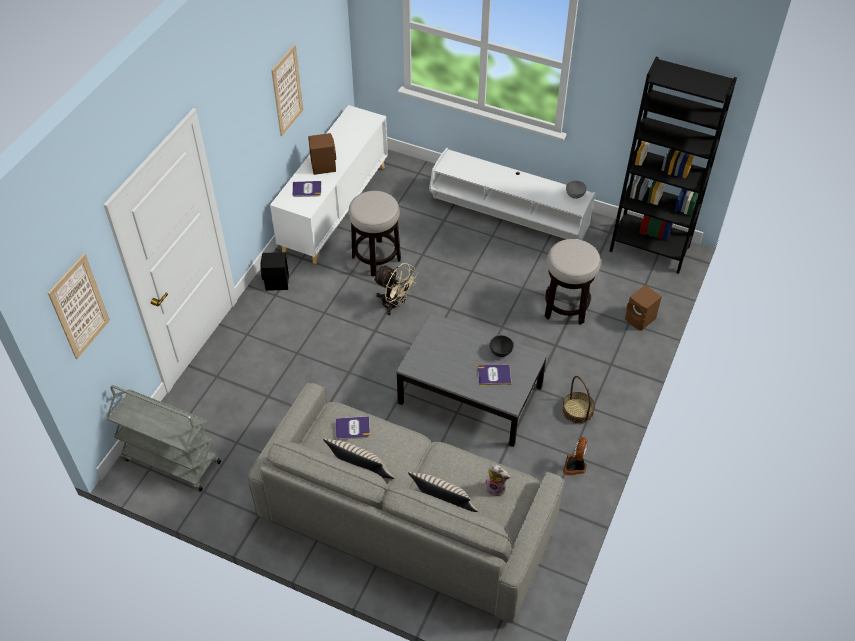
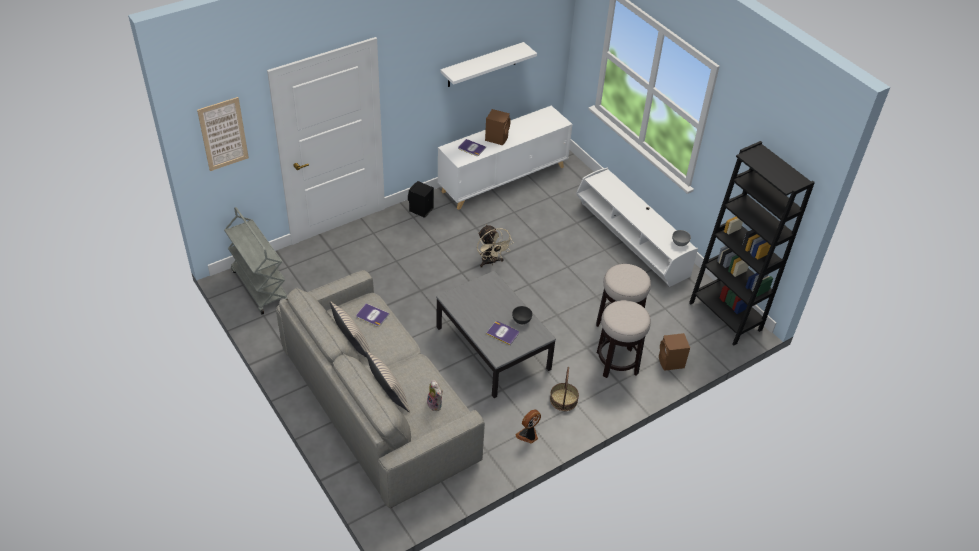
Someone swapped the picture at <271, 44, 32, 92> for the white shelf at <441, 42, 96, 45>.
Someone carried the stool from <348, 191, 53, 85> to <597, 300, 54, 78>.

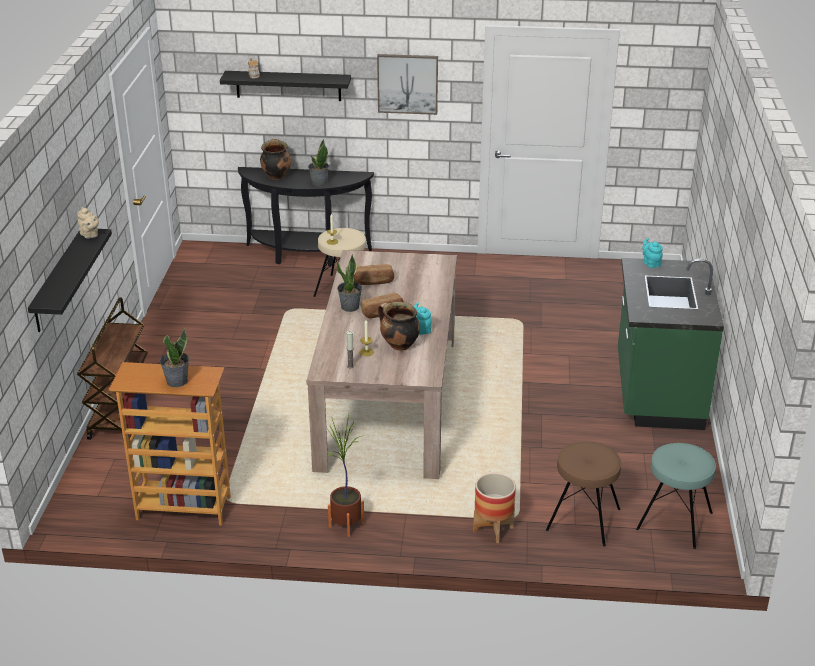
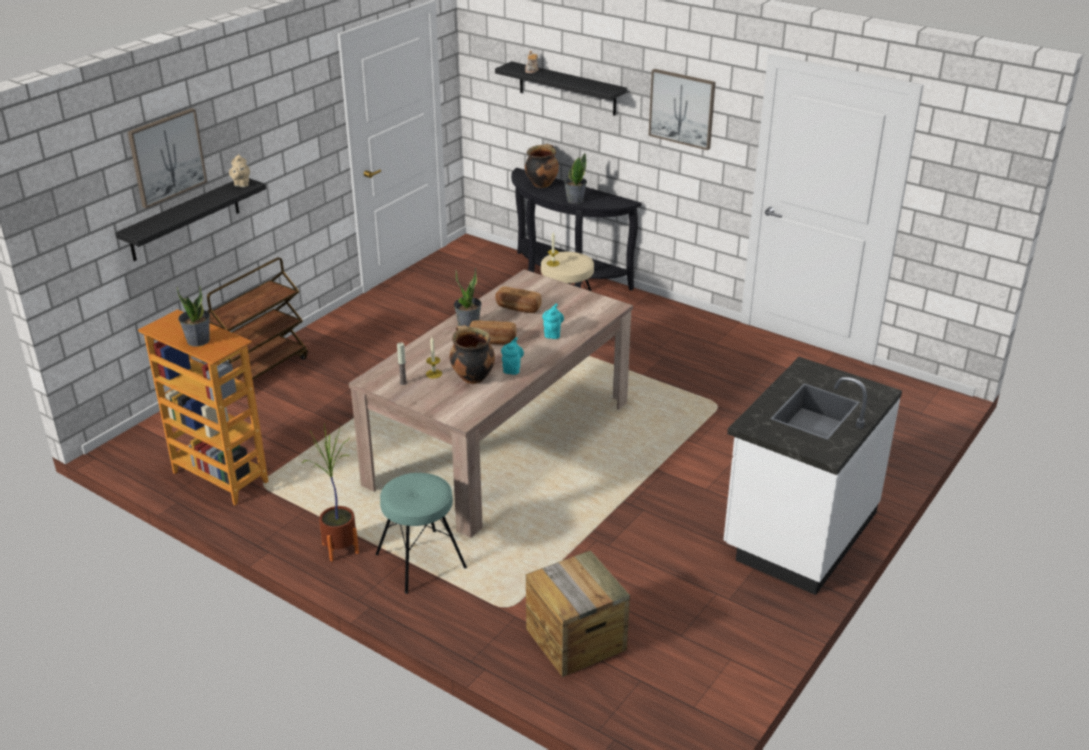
Someone took away the planter at <473, 473, 43, 70>.
Someone swapped the brown stool at <546, 441, 75, 106> for the crate at <526, 550, 104, 127>.
Someone repainted the green counter at <618, 258, 106, 172>, which became the white counter at <723, 357, 179, 238>.
Someone carried the turquoise stool from <636, 443, 80, 106> to <375, 473, 92, 121>.
Someone carried the turquoise teapot from <642, 238, 21, 30> to <542, 304, 22, 35>.
Someone put up the picture at <128, 108, 79, 100>.

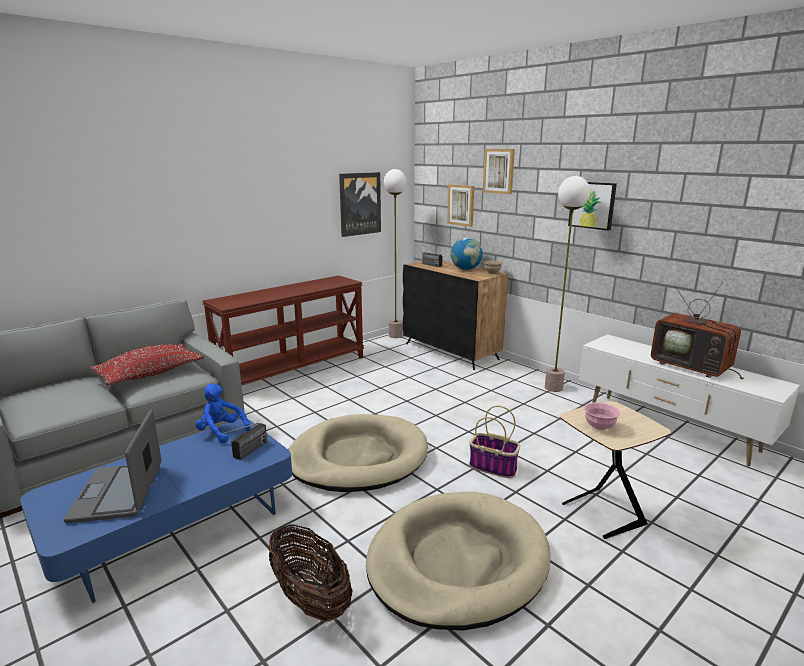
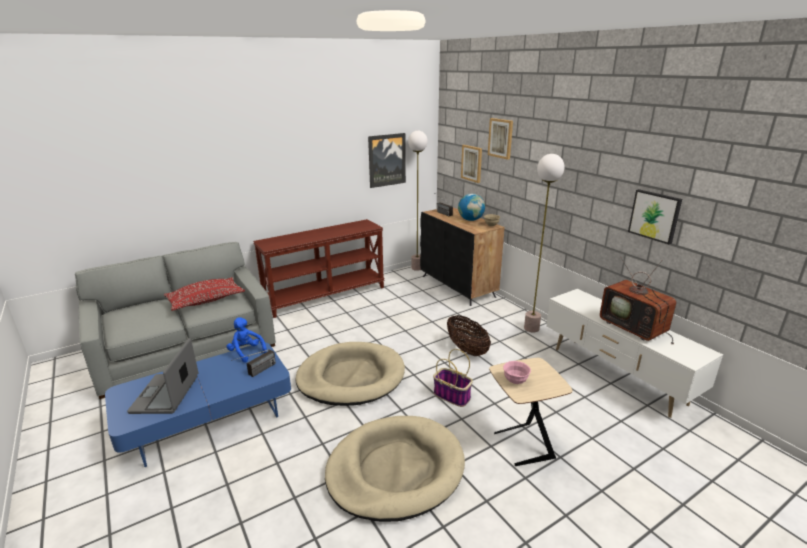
Someone carried the basket from <269, 524, 84, 98> to <447, 315, 44, 41>.
Someone carried the picture from <568, 182, 49, 49> to <628, 189, 54, 55>.

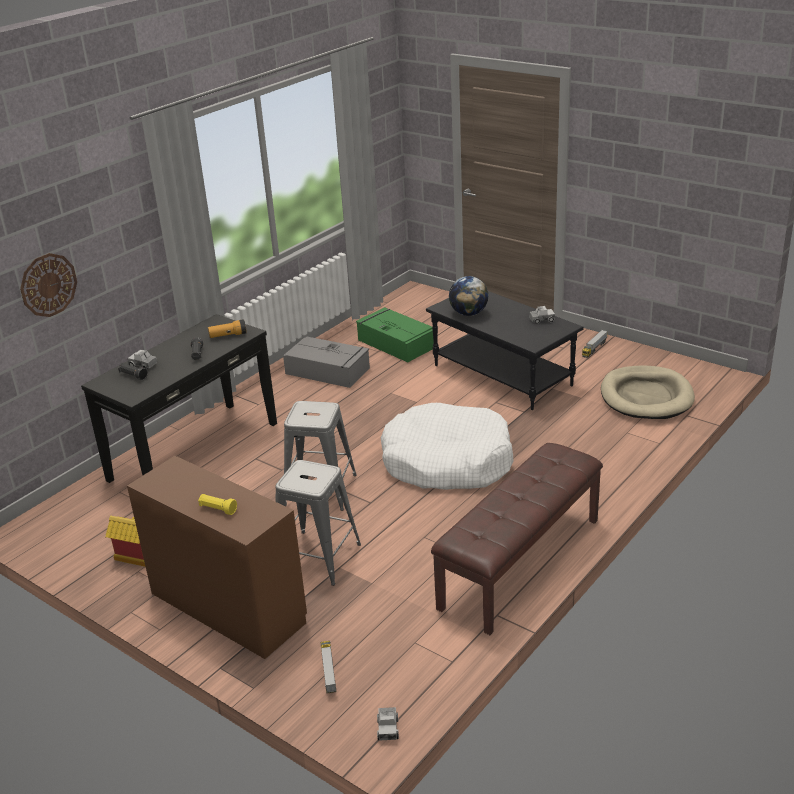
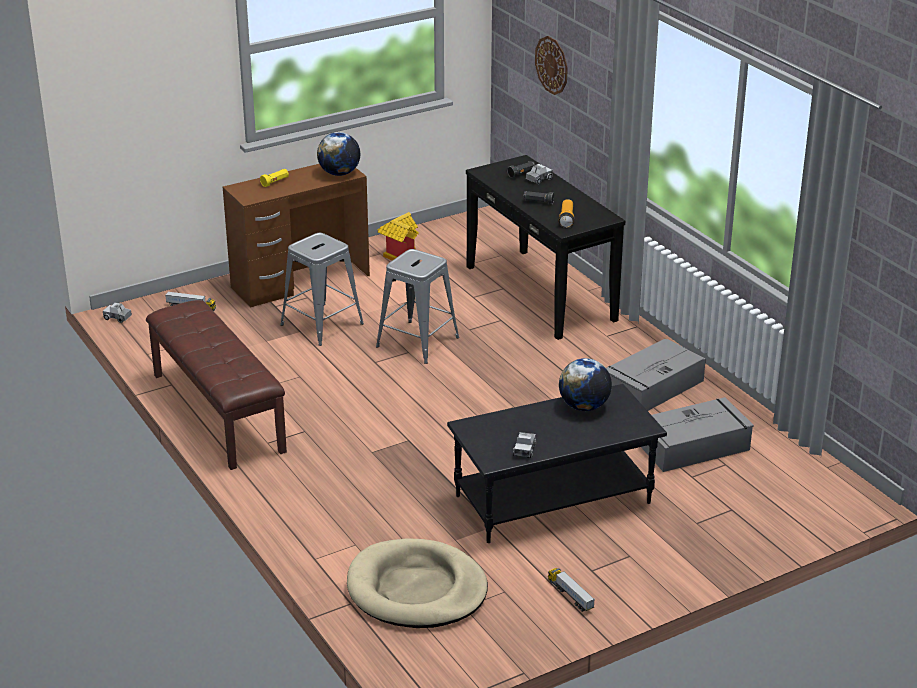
Someone repainted the green storage box at <356, 307, 78, 55>, which became the grey storage box at <641, 397, 113, 75>.
Someone took away the white dog bed at <381, 403, 132, 87>.
Someone put down the globe at <317, 132, 43, 44>.

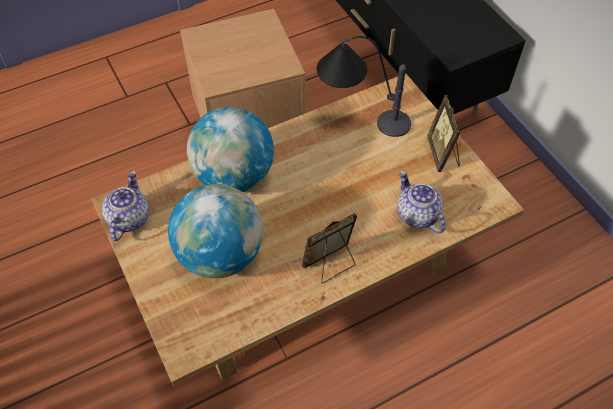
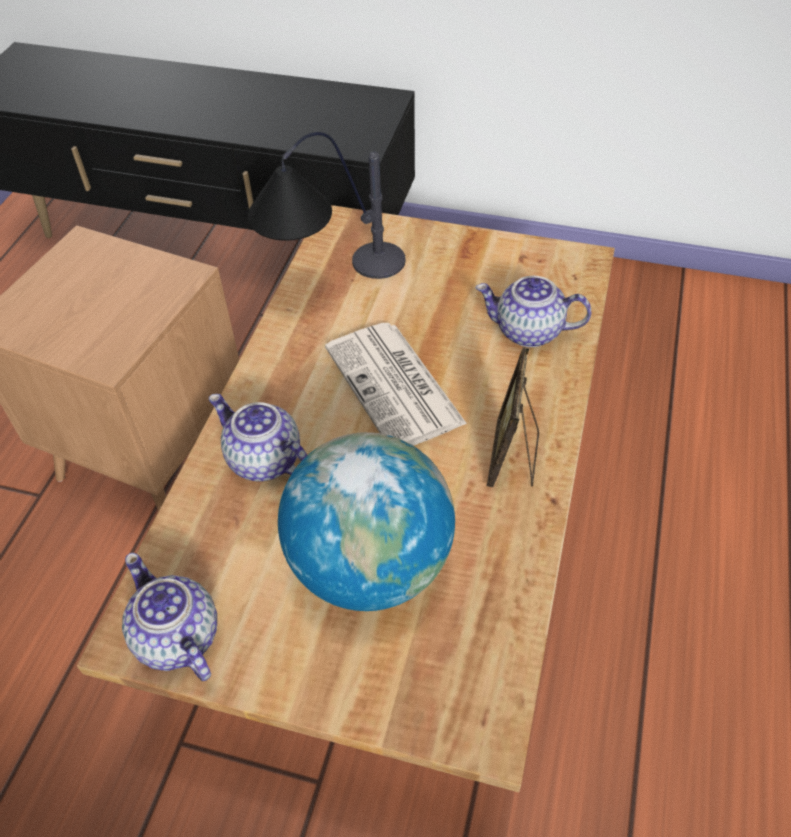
Someone swapped the globe at <187, 107, 87, 85> for the teapot at <209, 394, 98, 87>.
Someone took away the picture frame at <427, 95, 33, 77>.
Someone put down the newspaper at <325, 323, 142, 123>.

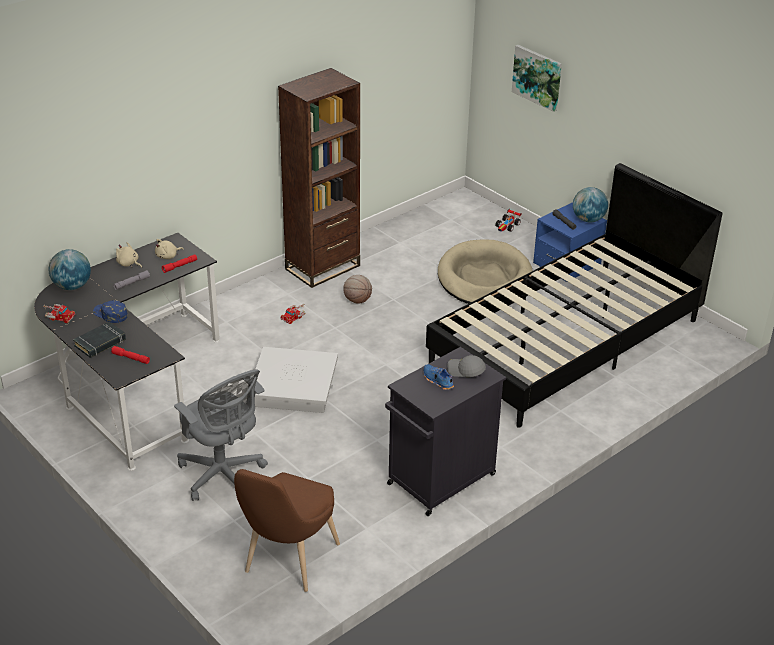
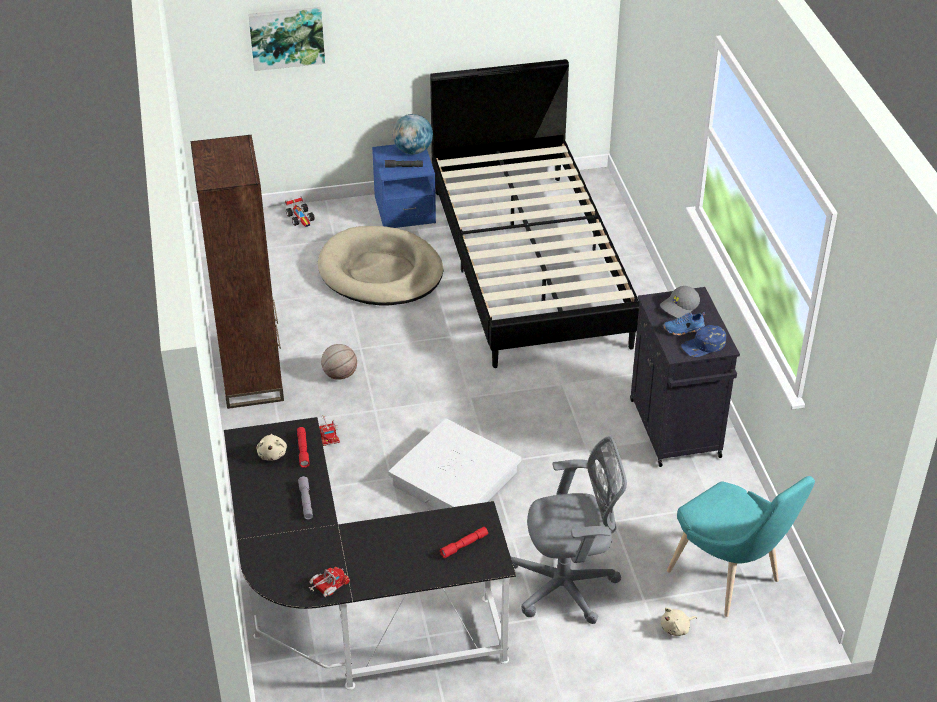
Someone took away the globe at <49, 249, 42, 41>.
Someone took away the black book at <73, 322, 53, 36>.
Someone carried the blue cap from <93, 300, 35, 23> to <681, 325, 45, 32>.
Someone carried the beige plush toy from <116, 242, 26, 26> to <661, 608, 36, 28>.
Someone repainted the brown chair at <234, 469, 106, 123>, which became the turquoise chair at <667, 476, 148, 141>.

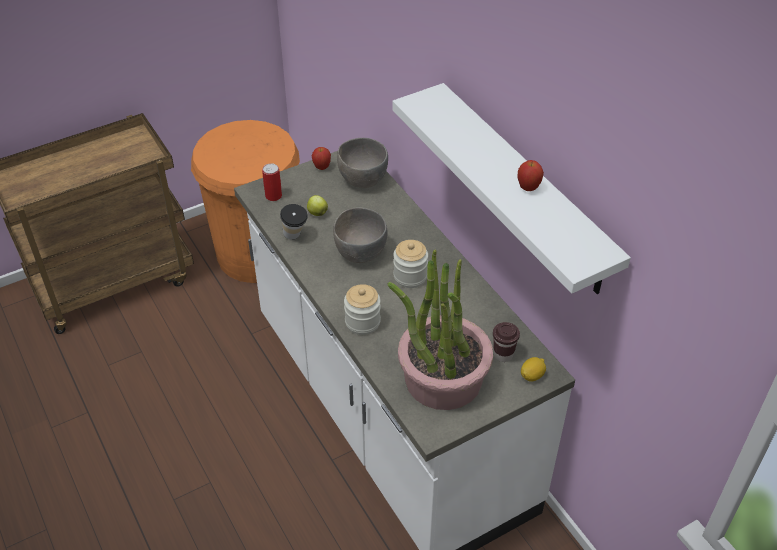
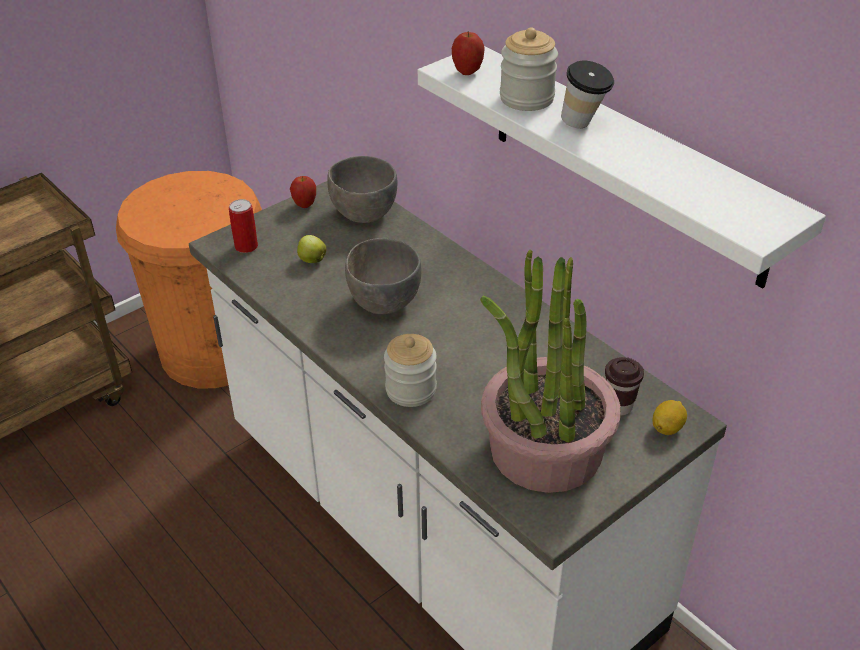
Someone carried the cup from <280, 204, 28, 36> to <561, 61, 53, 67>.
Someone carried the jar from <393, 240, 35, 48> to <500, 28, 58, 83>.
Someone carried the apple from <517, 160, 27, 31> to <452, 32, 33, 43>.

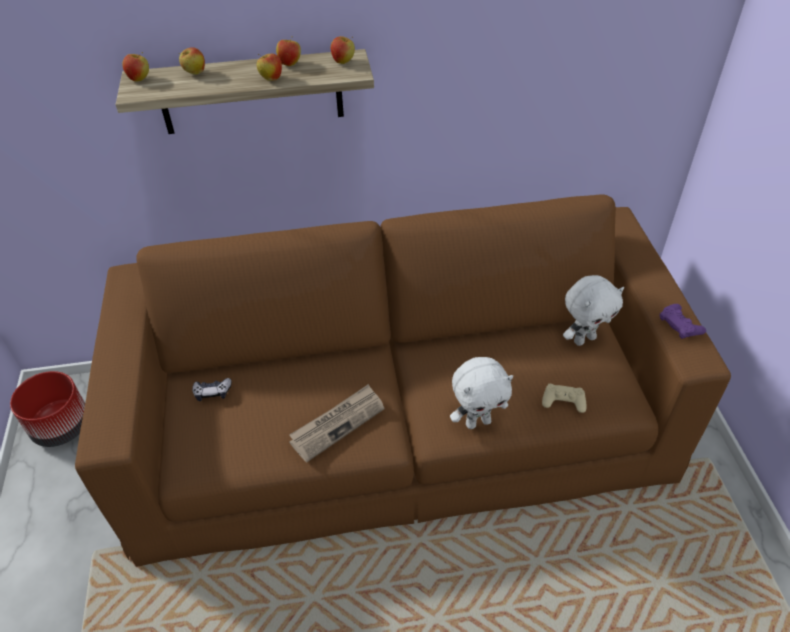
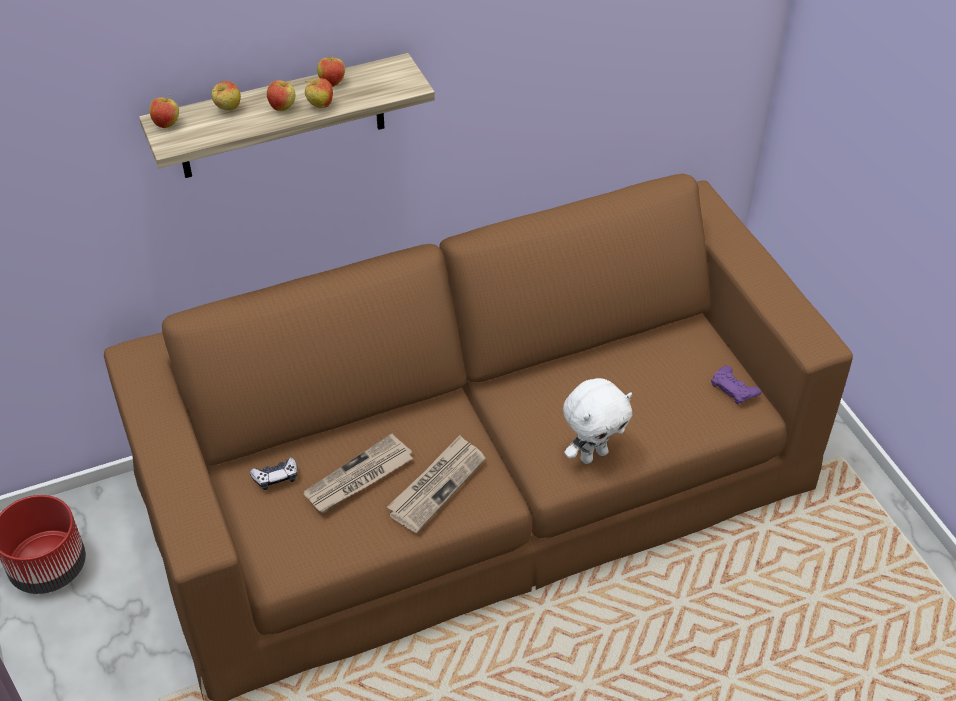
Someone carried the apple from <331, 36, 24, 28> to <267, 80, 28, 31>.
Someone took away the beige game controller at <542, 384, 45, 29>.
Someone took away the white plush toy at <563, 275, 61, 71>.
Someone carried the purple game controller from <660, 304, 46, 35> to <711, 366, 50, 38>.
Someone put down the newspaper at <303, 434, 110, 79>.

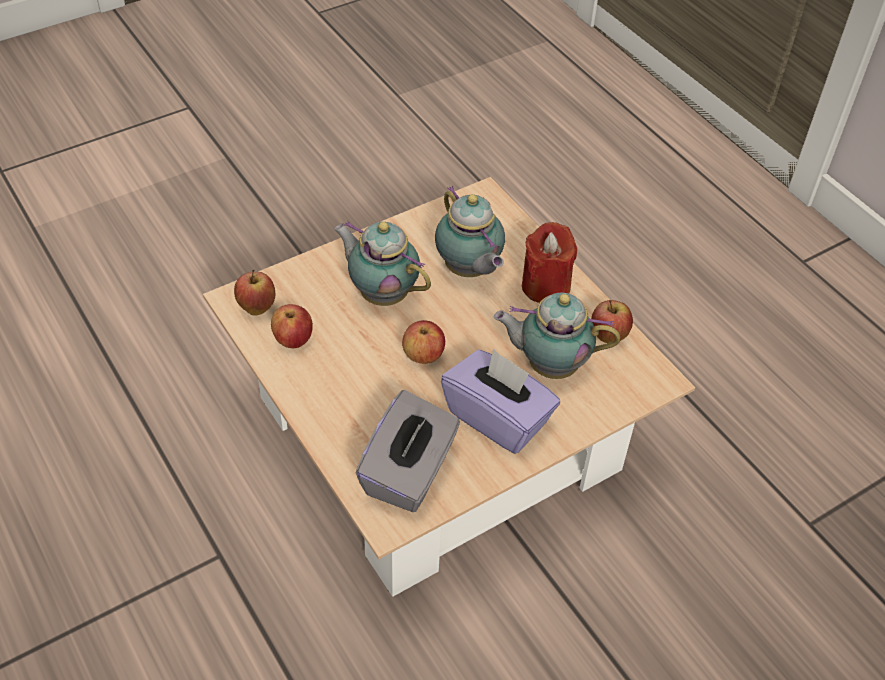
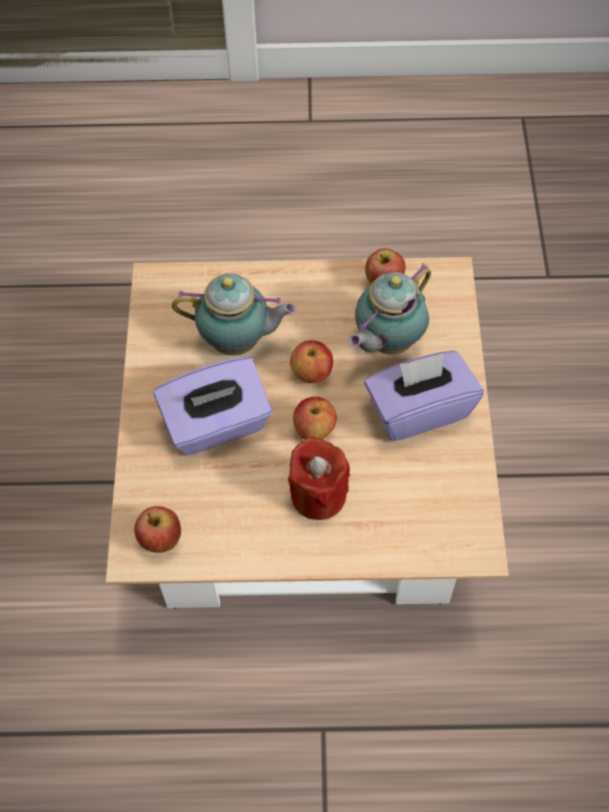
Someone carried the apple from <271, 304, 42, 44> to <290, 340, 43, 43>.
Someone swapped the teapot at <334, 221, 97, 85> for the purple tissue box at <154, 357, 118, 98>.
Someone took away the grey tissue box at <356, 390, 104, 122>.
Someone carried the red candle from <522, 222, 55, 81> to <288, 436, 62, 84>.

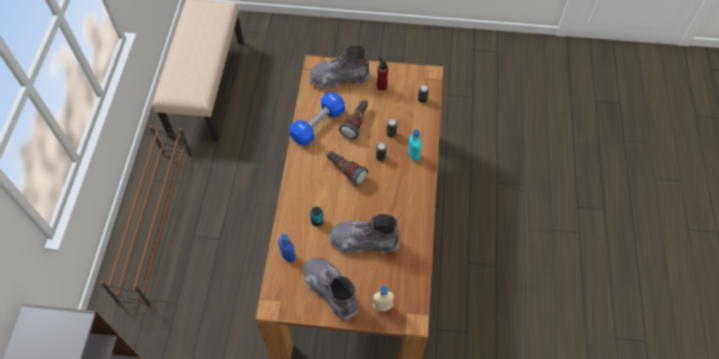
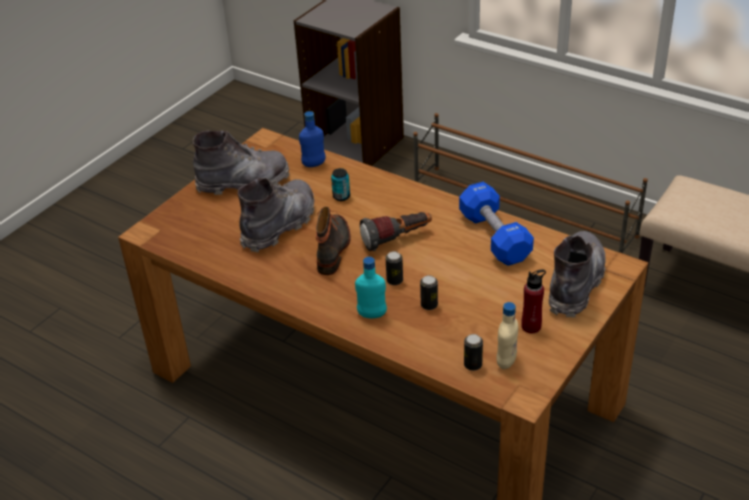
Someone took away the flashlight at <339, 99, 29, 40>.
Someone carried the beige bottle from <373, 286, 21, 25> to <497, 302, 21, 67>.
Someone put down the boot at <316, 207, 35, 68>.

